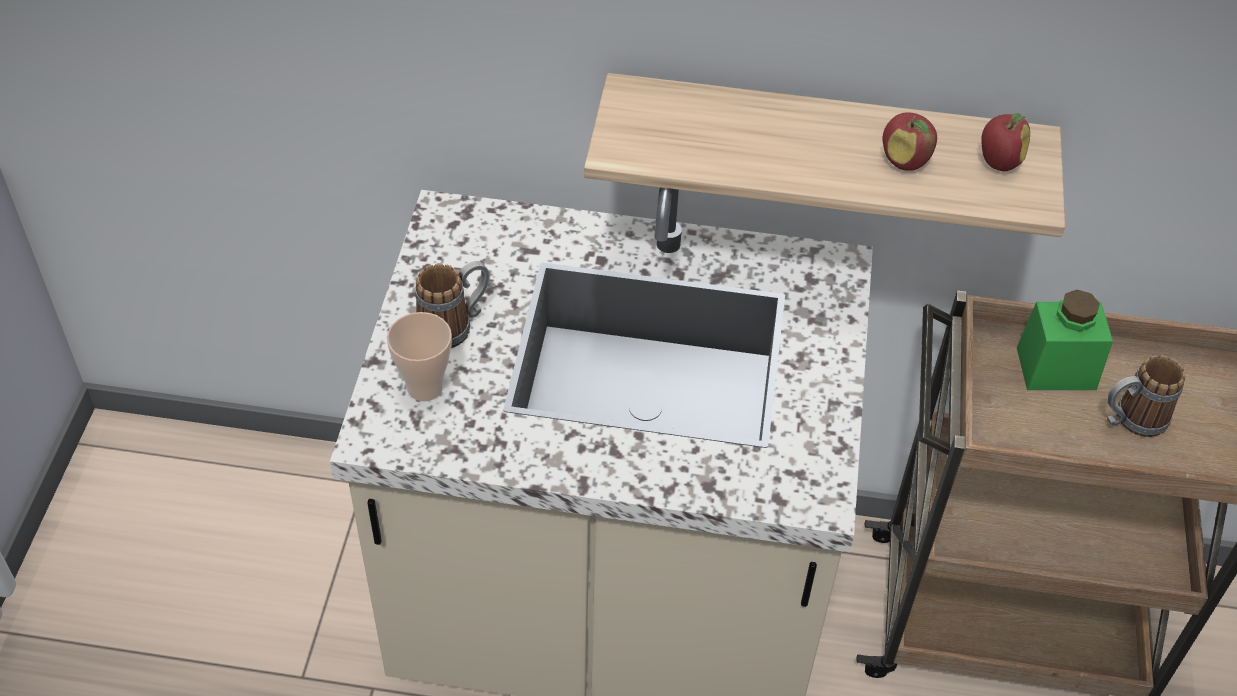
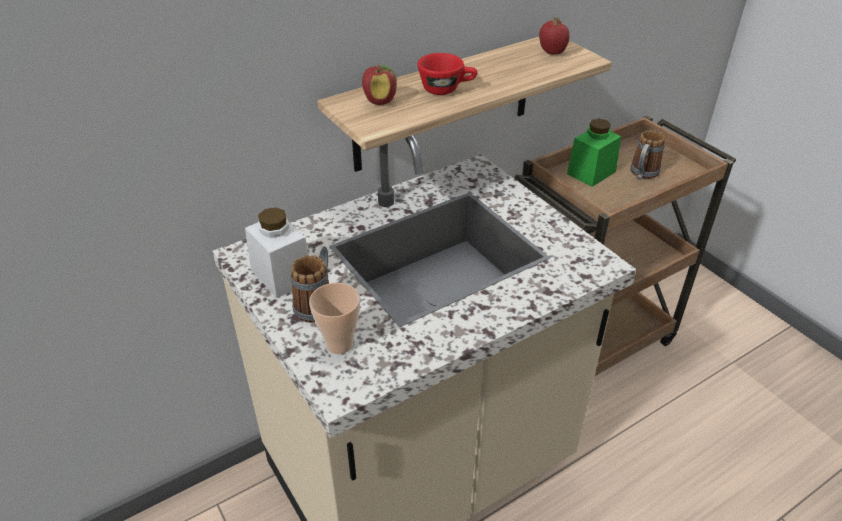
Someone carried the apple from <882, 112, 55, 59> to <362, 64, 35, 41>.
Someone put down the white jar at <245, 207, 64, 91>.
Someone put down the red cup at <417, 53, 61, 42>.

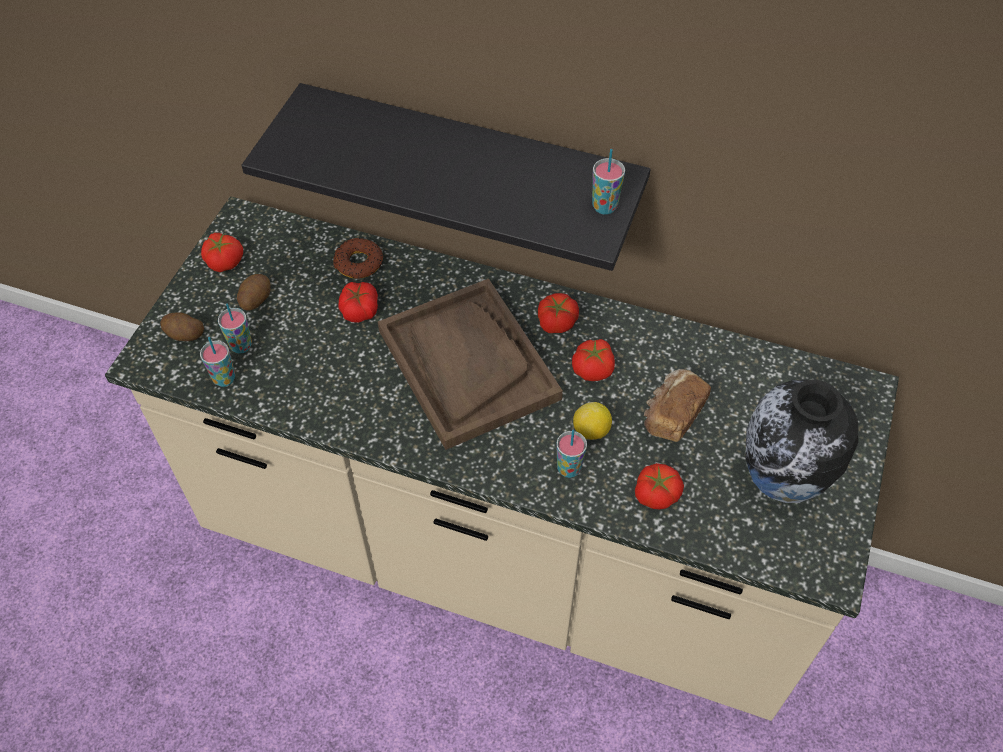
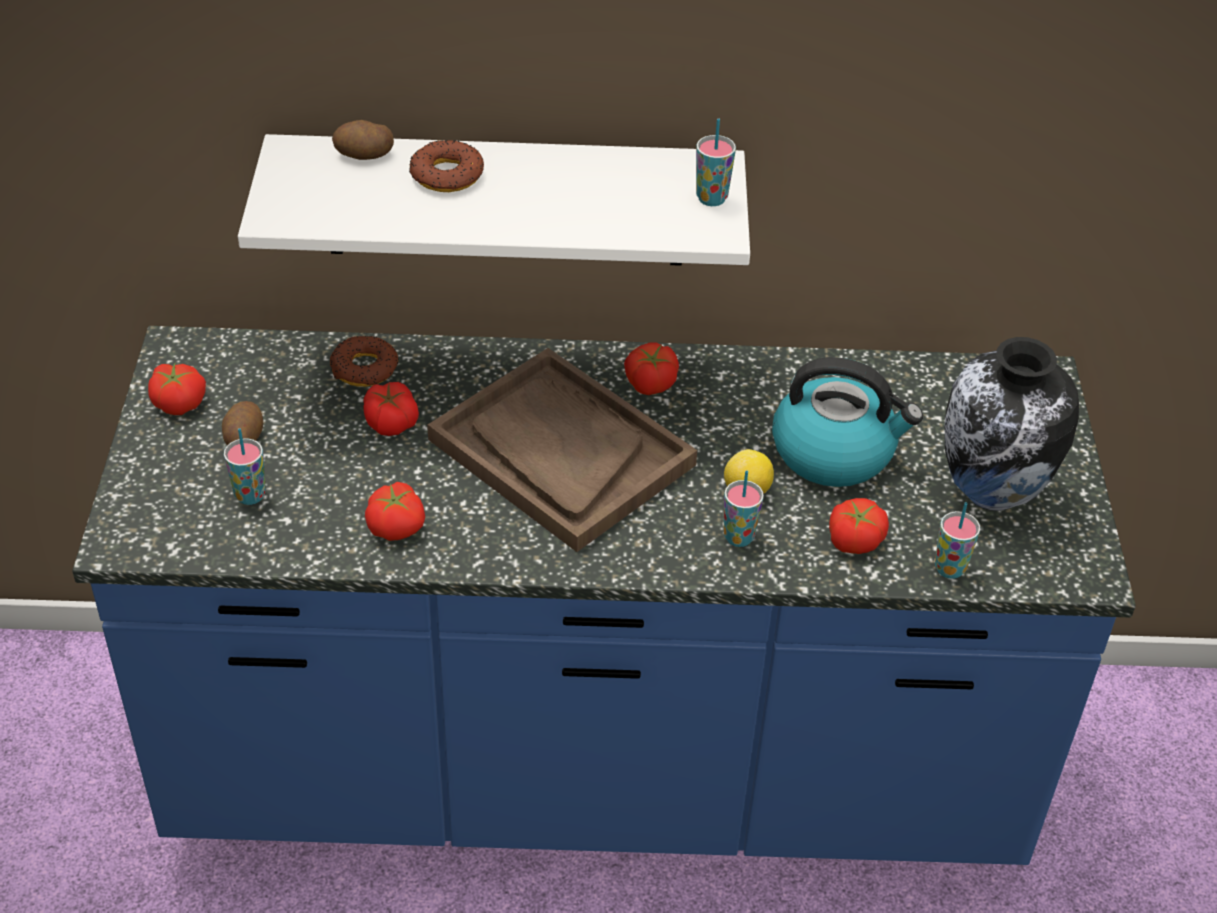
Someone repainted the beige counter at <105, 196, 794, 525>, which became the blue counter at <72, 326, 1064, 539>.
Someone carried the potato from <160, 312, 44, 29> to <332, 120, 62, 40>.
Someone carried the cup from <200, 337, 35, 50> to <935, 502, 45, 77>.
Someone repainted the black shelf at <241, 83, 410, 188>, which became the white shelf at <238, 134, 512, 132>.
Someone carried the tomato from <572, 339, 43, 42> to <365, 482, 60, 59>.
Someone swapped the bread at <644, 369, 67, 73> for the kettle at <772, 357, 151, 130>.
Someone put down the donut at <409, 140, 75, 52>.

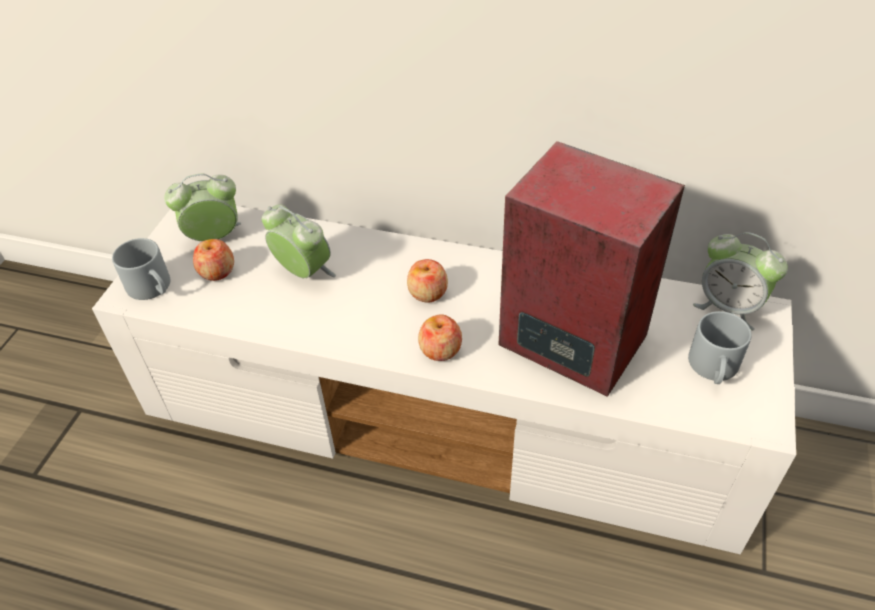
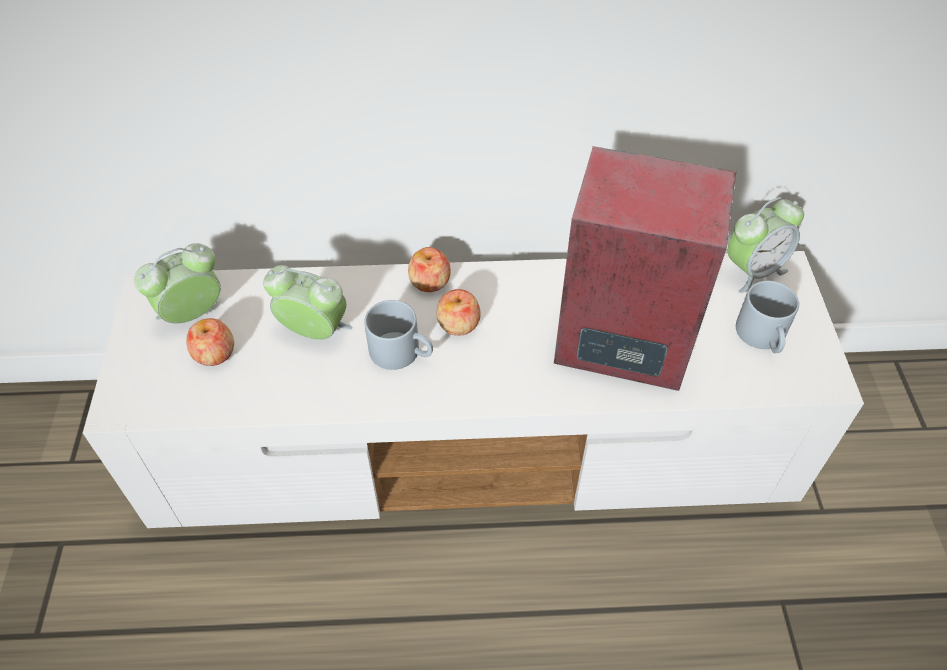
Someone carried the grey mug from <112, 238, 58, 62> to <364, 300, 69, 70>.
Someone carried the apple from <418, 314, 44, 47> to <408, 247, 43, 45>.
Someone rotated the alarm clock at <693, 232, 95, 98> by 45 degrees counterclockwise.

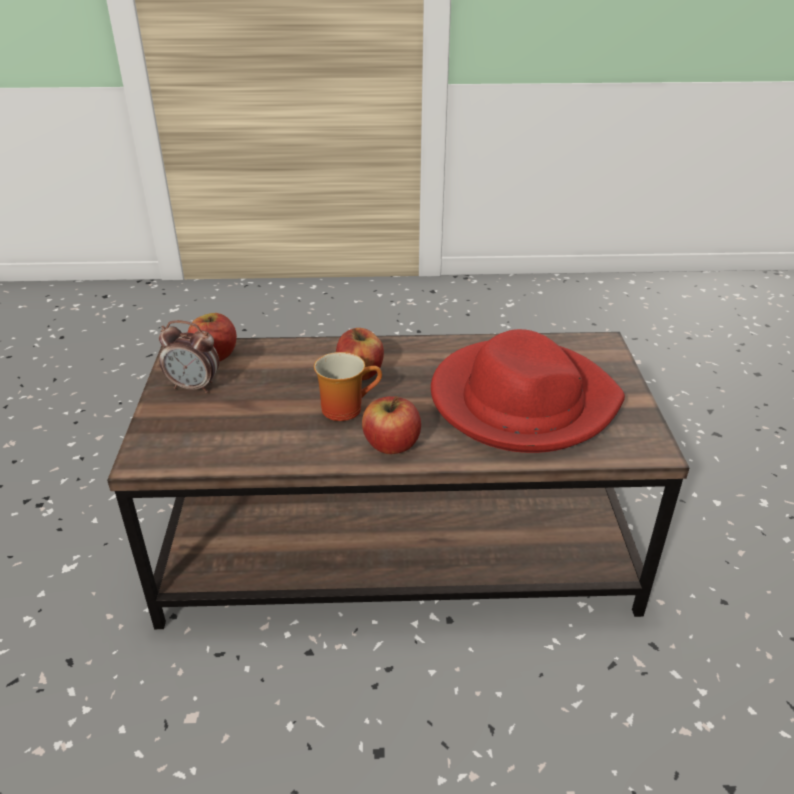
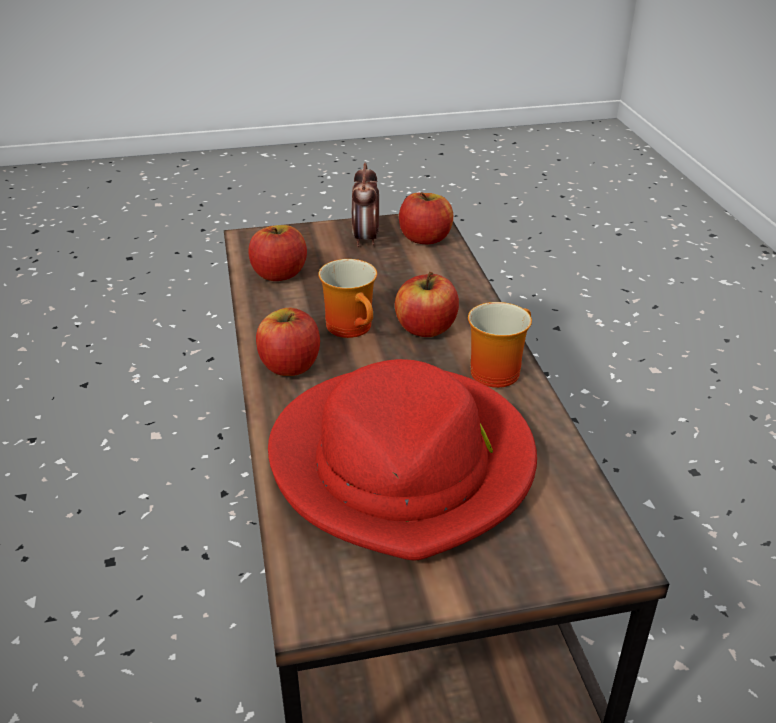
Someone put down the apple at <248, 225, 59, 56>.
Someone put down the mug at <468, 302, 64, 86>.

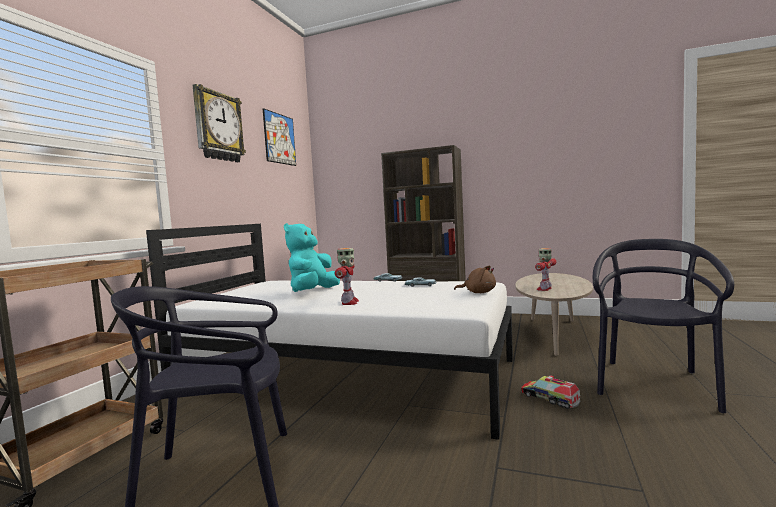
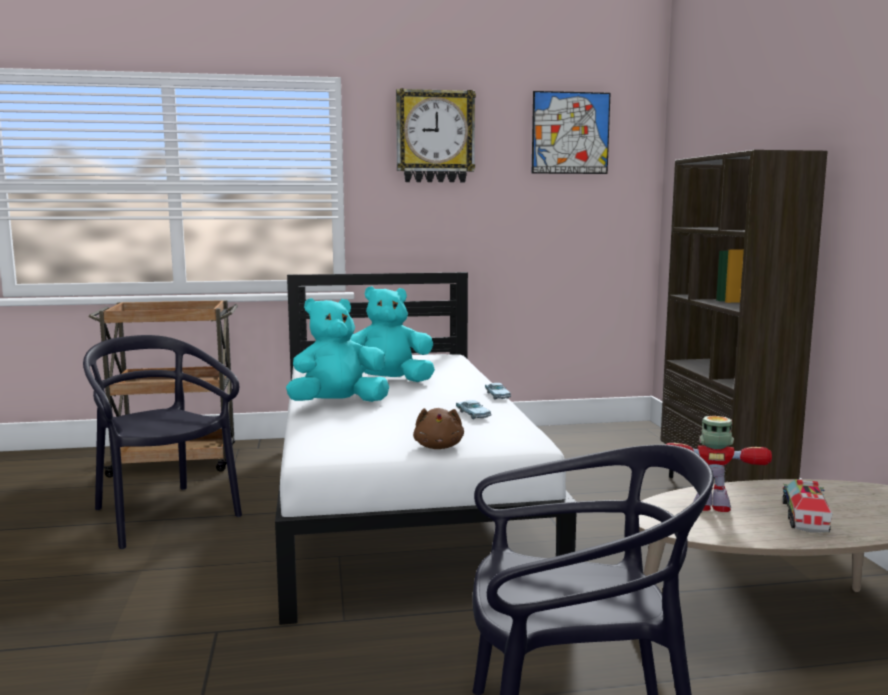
Someone swapped the toy robot at <335, 248, 24, 57> for the turquoise plush toy at <286, 298, 103, 104>.
Someone carried the toy truck from <521, 375, 59, 34> to <783, 479, 49, 54>.

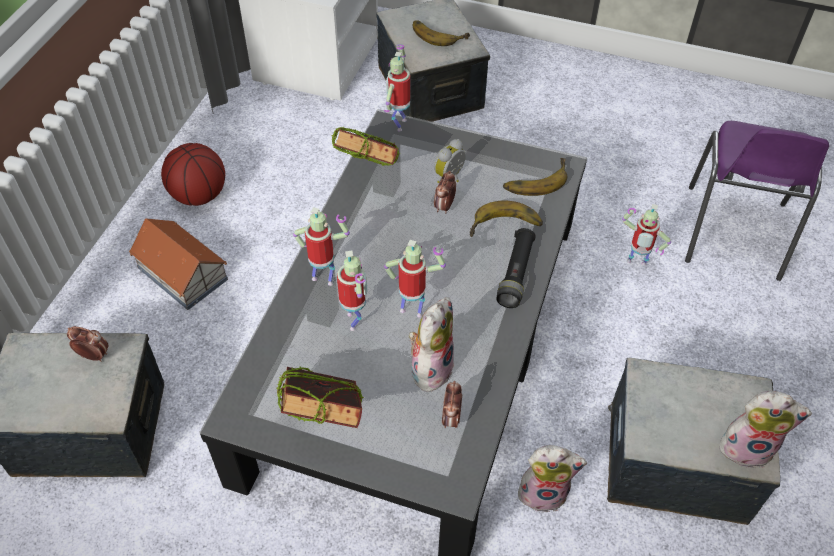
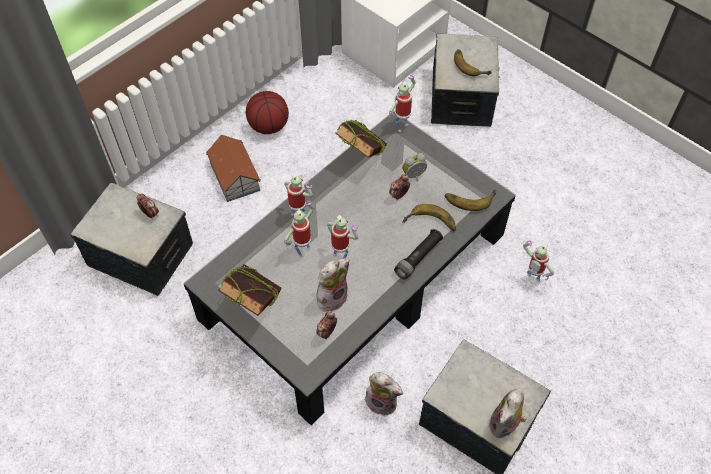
Someone rotated the toy robot at <337, 251, 30, 80> by 150 degrees counterclockwise.
Someone took away the purple chair at <685, 121, 144, 160>.
Someone rotated the plush toy at <718, 391, 94, 77> by 90 degrees clockwise.

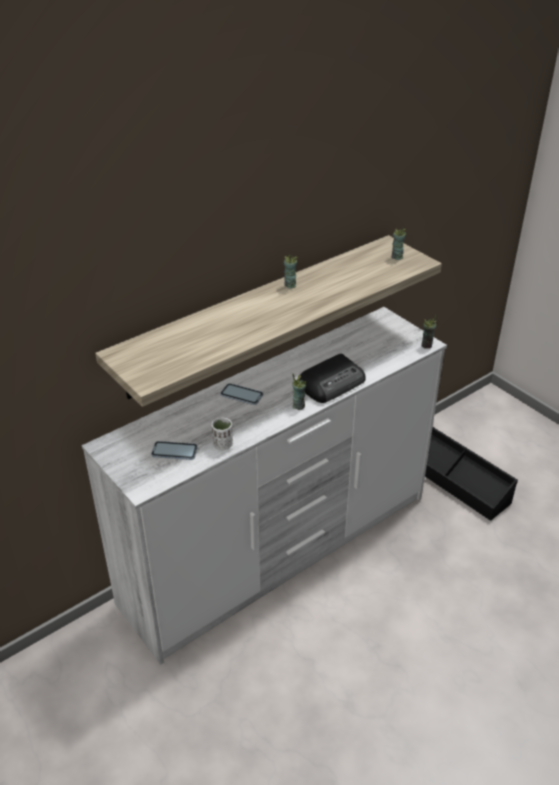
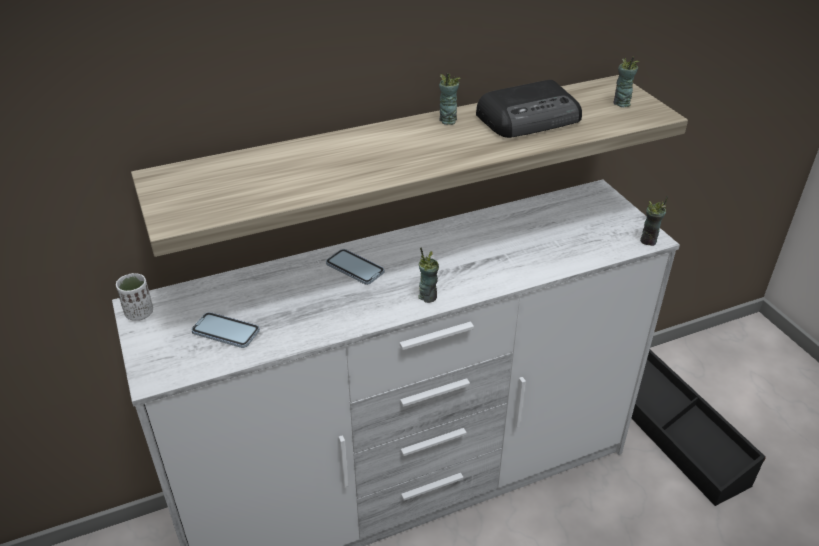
Someone carried the white cup from <212, 418, 21, 32> to <116, 273, 37, 48>.
Someone carried the radio from <300, 354, 66, 49> to <476, 80, 106, 58>.

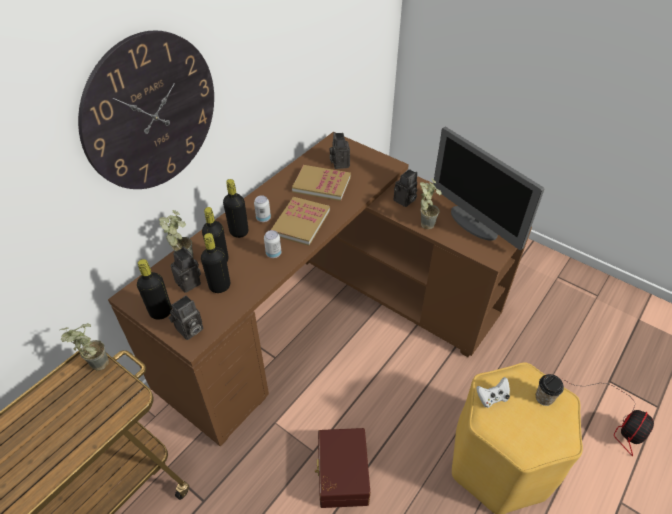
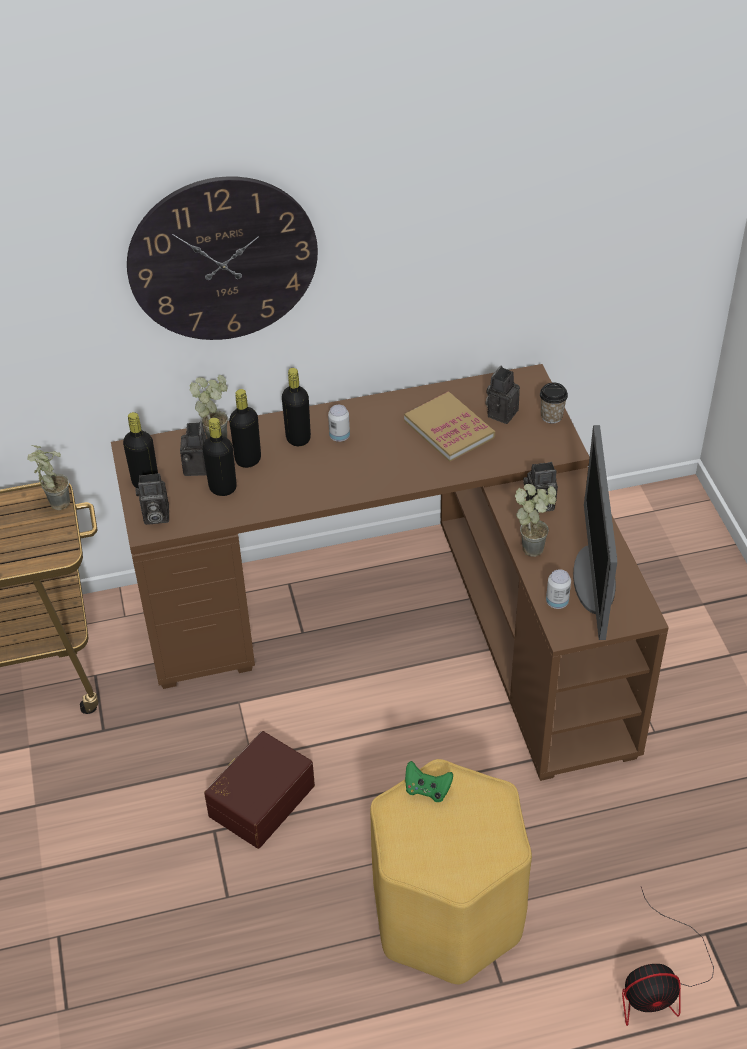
Someone carried the can from <264, 230, 17, 28> to <546, 569, 25, 40>.
Someone took away the book at <271, 197, 59, 49>.
Someone repainted the white game controller at <476, 377, 34, 31>, which became the green game controller at <405, 761, 48, 41>.
Someone carried the cup from <536, 374, 28, 32> to <540, 382, 28, 41>.

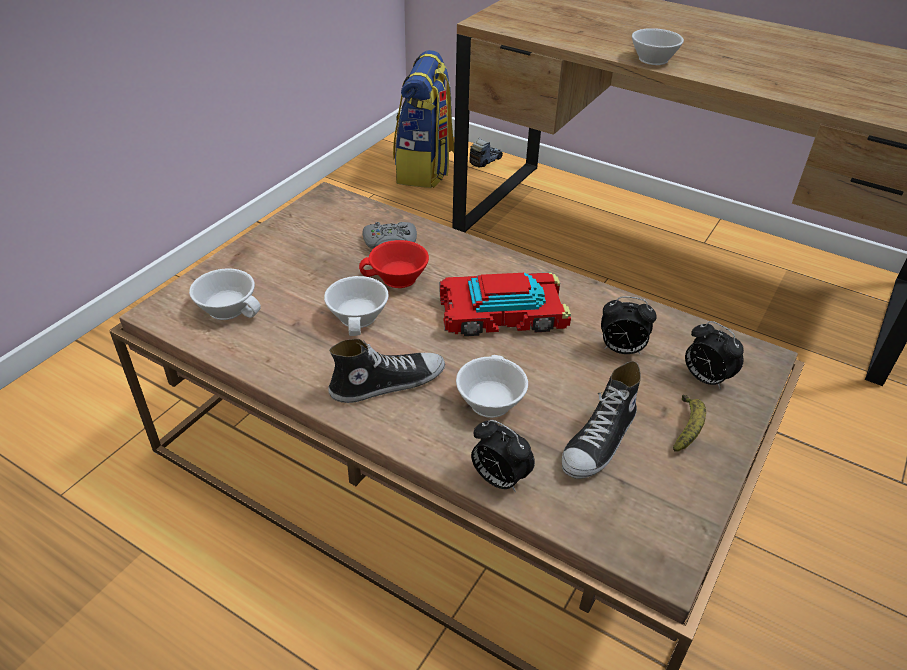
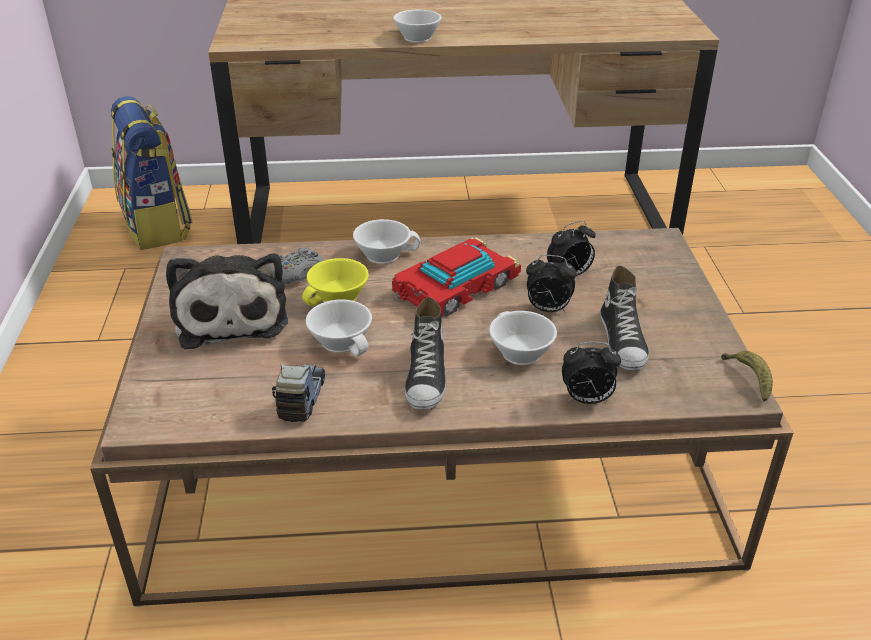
Someone carried the white cup from <189, 269, 71, 51> to <353, 219, 68, 45>.
Someone rotated the shoe at <328, 339, 117, 64> by 150 degrees clockwise.
Someone repainted the red cup at <359, 240, 70, 48>, which became the yellow cup at <302, 258, 67, 48>.
Someone carried the toy truck from <469, 138, 34, 29> to <272, 363, 53, 59>.
Someone carried the banana from <673, 395, 33, 57> to <721, 351, 52, 51>.
Someone carried the alarm clock from <685, 321, 59, 69> to <526, 255, 50, 58>.
Someone put down the plush toy at <166, 253, 122, 97>.

